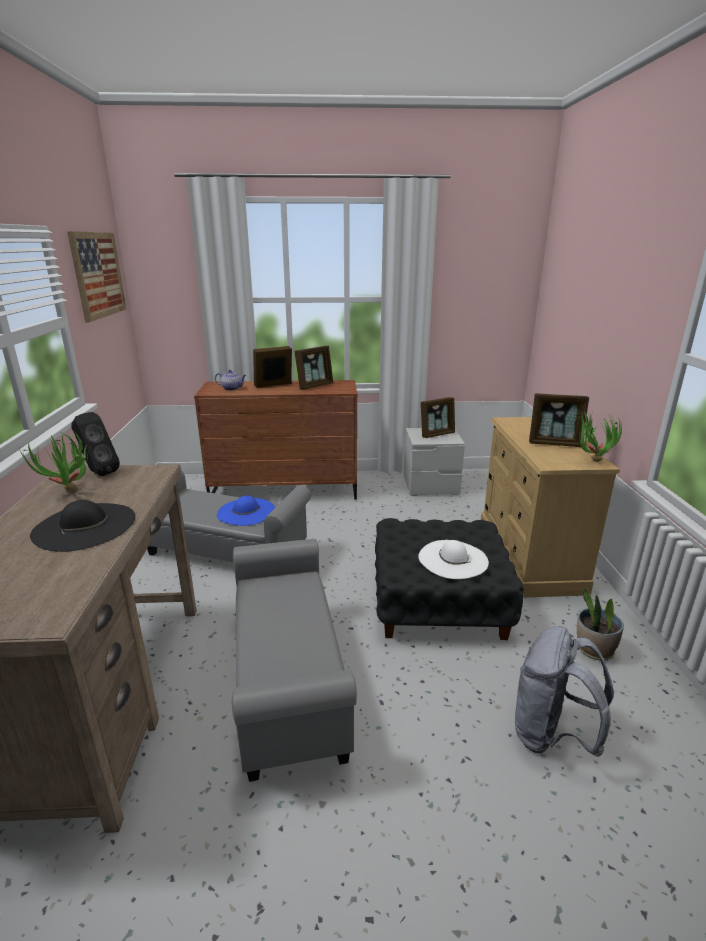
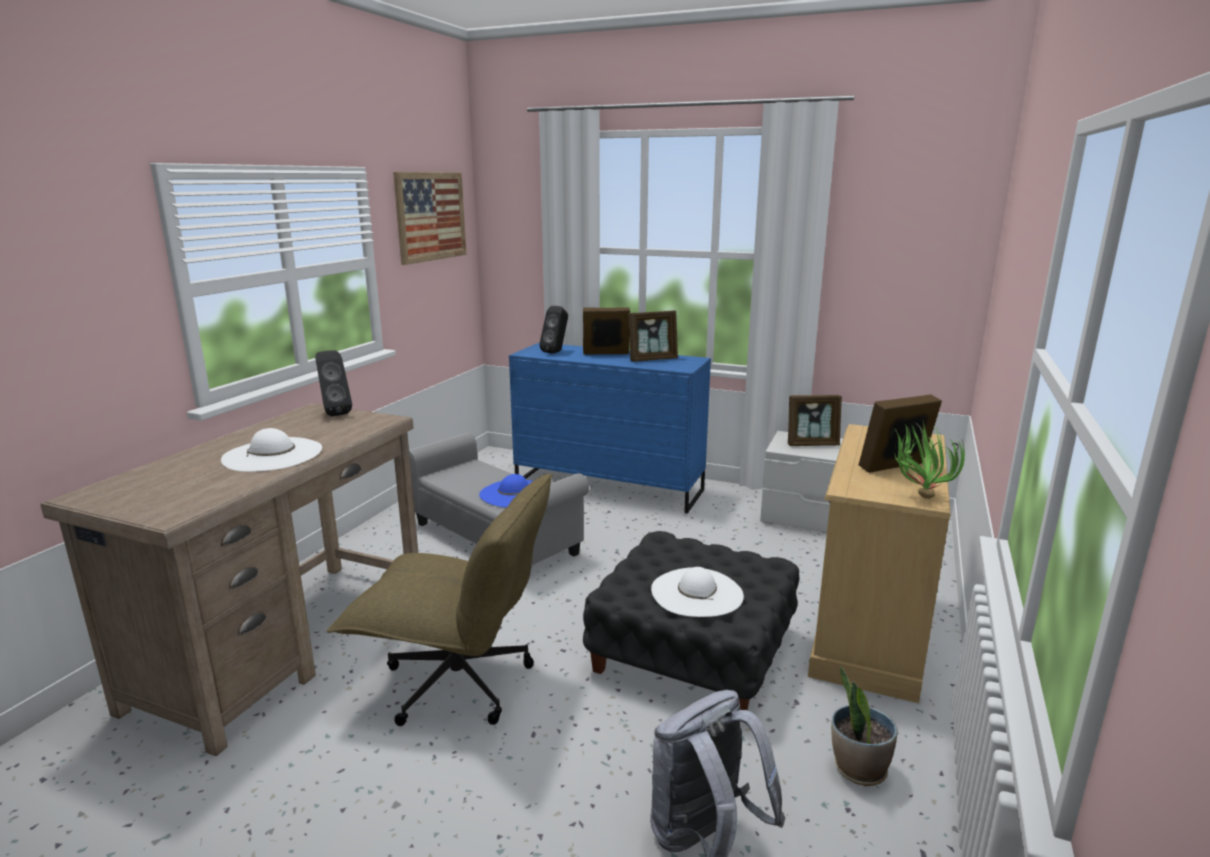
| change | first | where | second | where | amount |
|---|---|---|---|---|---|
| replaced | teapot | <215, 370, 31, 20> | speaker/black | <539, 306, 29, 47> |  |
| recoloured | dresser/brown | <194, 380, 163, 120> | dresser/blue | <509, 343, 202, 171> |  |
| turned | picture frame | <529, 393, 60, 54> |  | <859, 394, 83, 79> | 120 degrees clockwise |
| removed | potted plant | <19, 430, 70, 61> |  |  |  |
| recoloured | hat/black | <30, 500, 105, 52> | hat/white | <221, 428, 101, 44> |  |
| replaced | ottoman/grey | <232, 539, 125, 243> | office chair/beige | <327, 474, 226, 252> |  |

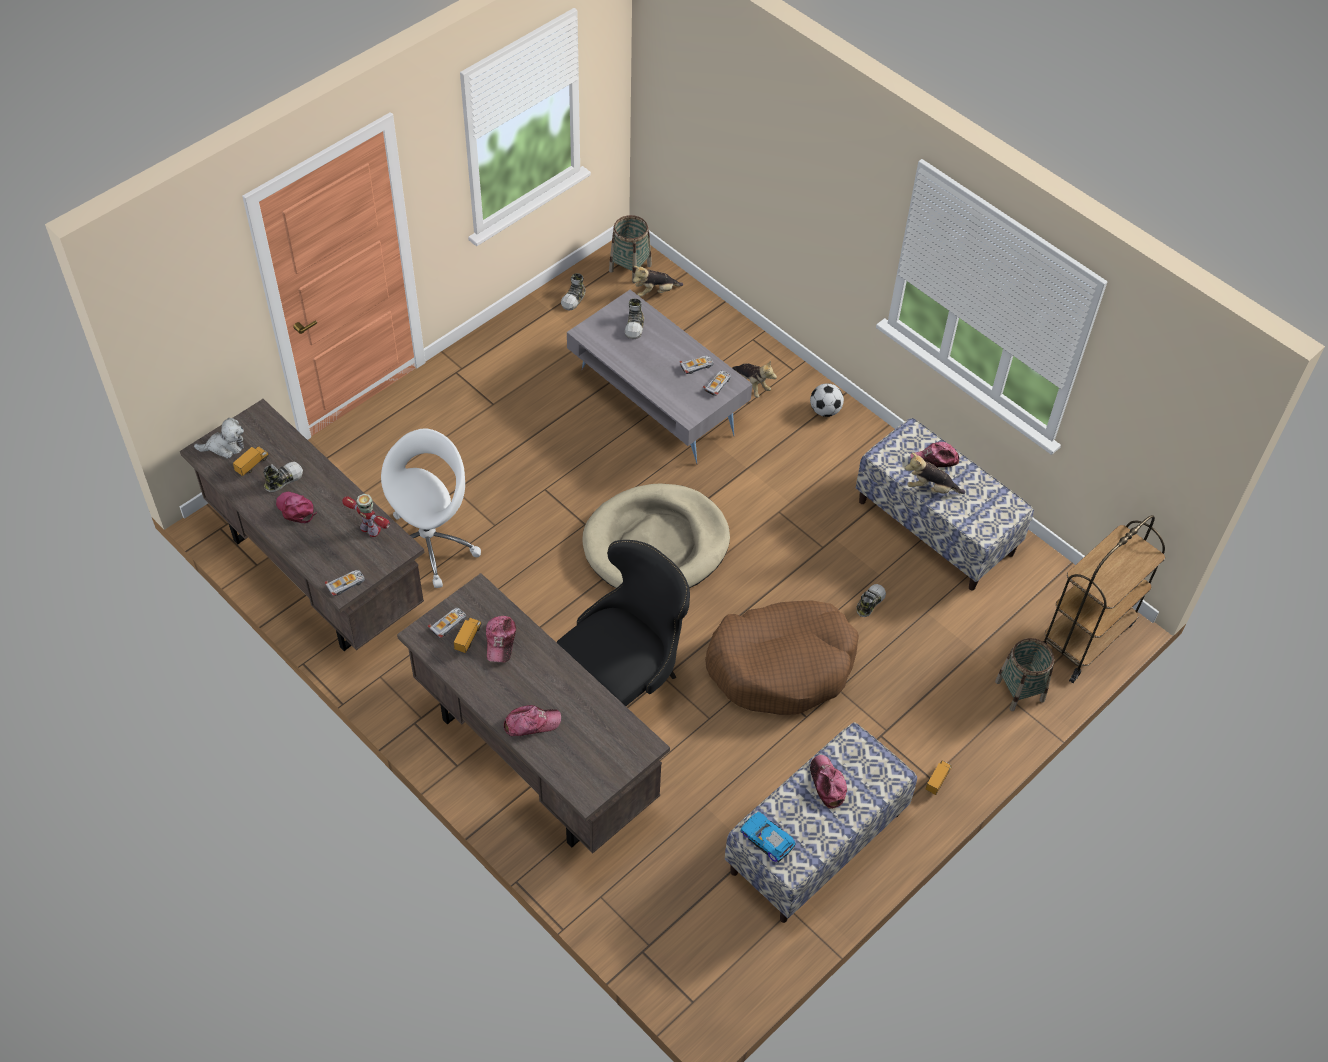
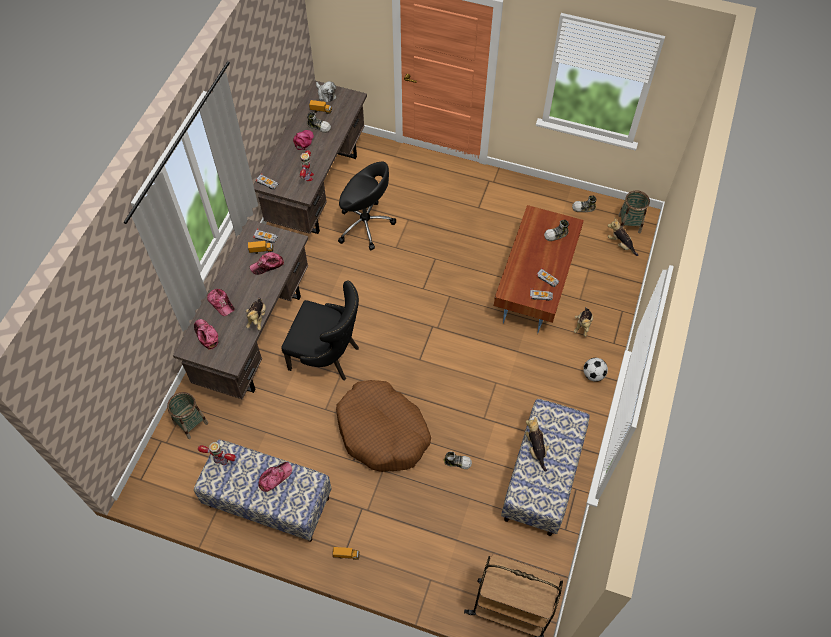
| change | first | where | second | where | amount |
|---|---|---|---|---|---|
| recoloured | coffee table/grey | <567, 290, 185, 174> | coffee table/brown | <494, 205, 90, 129> |  |
| recoloured | office chair/white | <381, 429, 100, 159> | office chair/black | <338, 161, 58, 90> |  |
| moved | cap | <910, 442, 49, 25> |  | <194, 319, 25, 31> |  |
| removed | dog bed/beige | <582, 483, 148, 105> |  |  |  |
| moved | basket | <995, 638, 59, 73> |  | <167, 392, 41, 47> |  |
| replaced | toy car | <740, 812, 56, 51> | toy robot | <198, 442, 38, 23> |  |
| added |  |  | plush toy | <246, 298, 20, 32> |  |

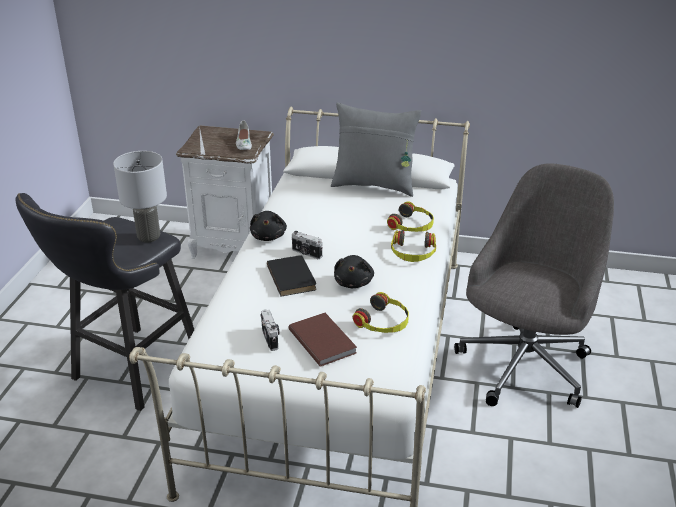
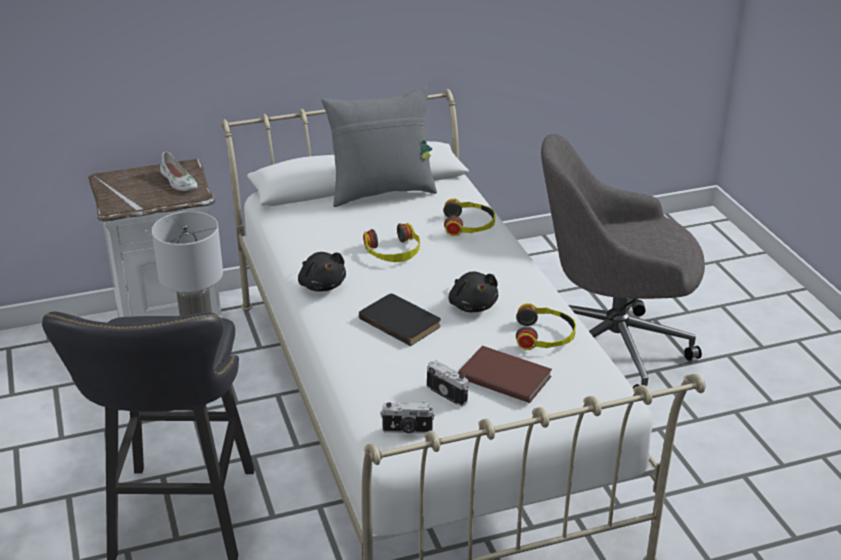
| change | first | where | second | where | amount |
|---|---|---|---|---|---|
| turned | office chair/grey | <454, 163, 160, 245> |  | <541, 134, 164, 267> | 90 degrees counterclockwise |
| moved | headphones | <391, 230, 45, 32> |  | <363, 223, 57, 39> |  |
| moved | photo camera | <292, 231, 31, 28> |  | <380, 402, 55, 32> |  |

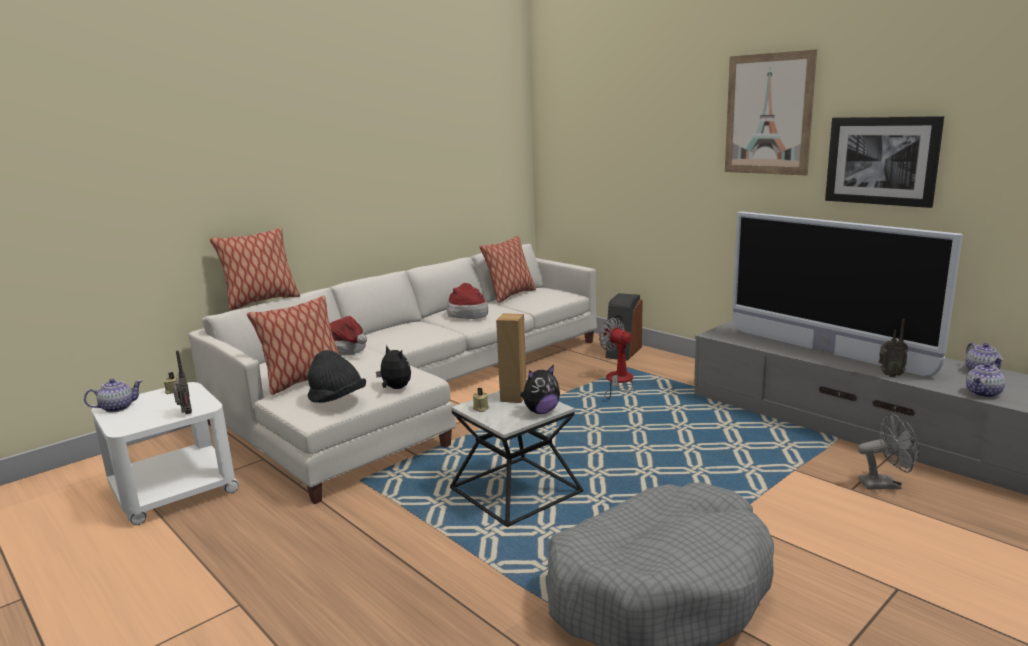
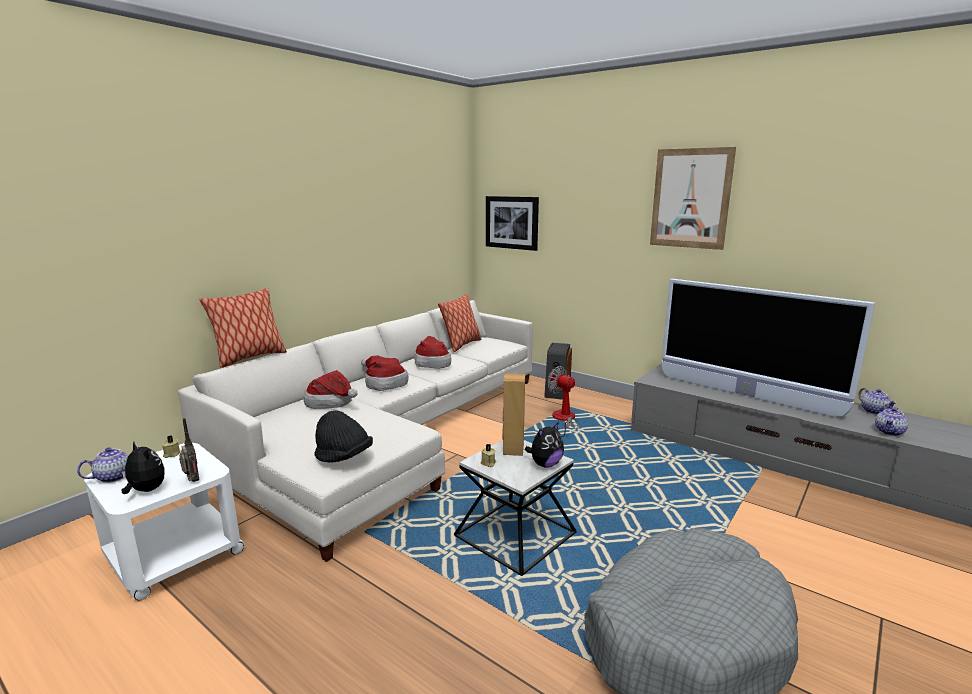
| change | first | where | second | where | amount |
|---|---|---|---|---|---|
| moved | picture | <825, 116, 119, 92> |  | <486, 196, 53, 55> |  |
| removed | pillow | <247, 296, 92, 99> |  |  |  |
| removed | radio | <879, 319, 29, 58> |  |  |  |
| moved | plush toy | <376, 345, 35, 44> |  | <122, 442, 43, 52> |  |
| removed | fan/grey | <858, 413, 61, 77> |  |  |  |
| added |  |  | hat | <361, 356, 48, 35> |  |

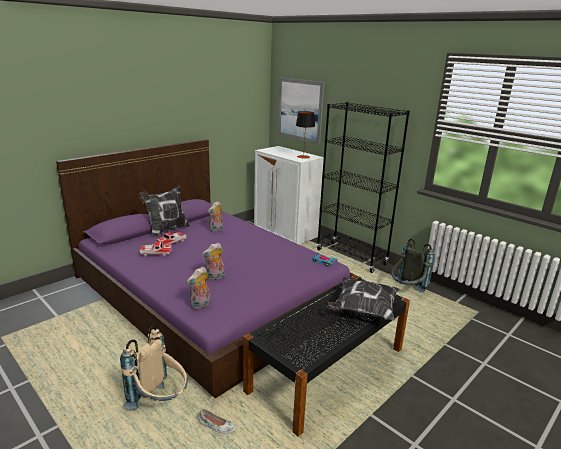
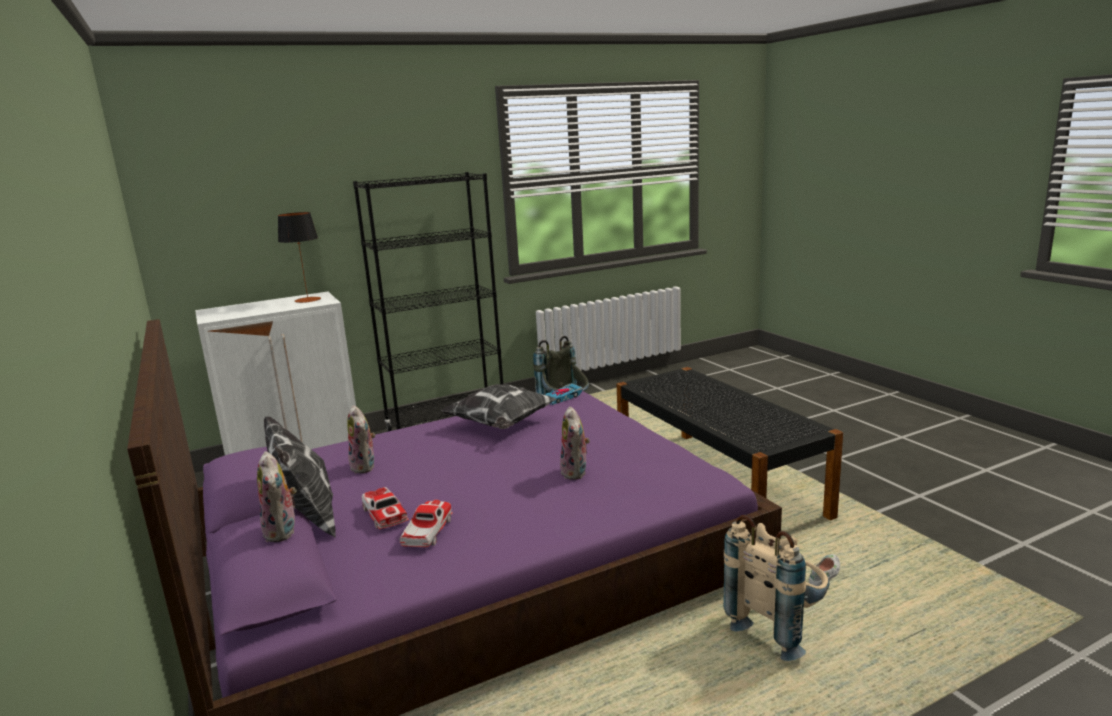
| change | first | where | second | where | amount |
|---|---|---|---|---|---|
| removed | picture | <278, 78, 46, 66> |  |  |  |
| moved | plush toy | <187, 267, 23, 42> |  | <257, 451, 40, 91> |  |
| moved | pillow | <327, 277, 73, 44> |  | <441, 384, 115, 45> |  |

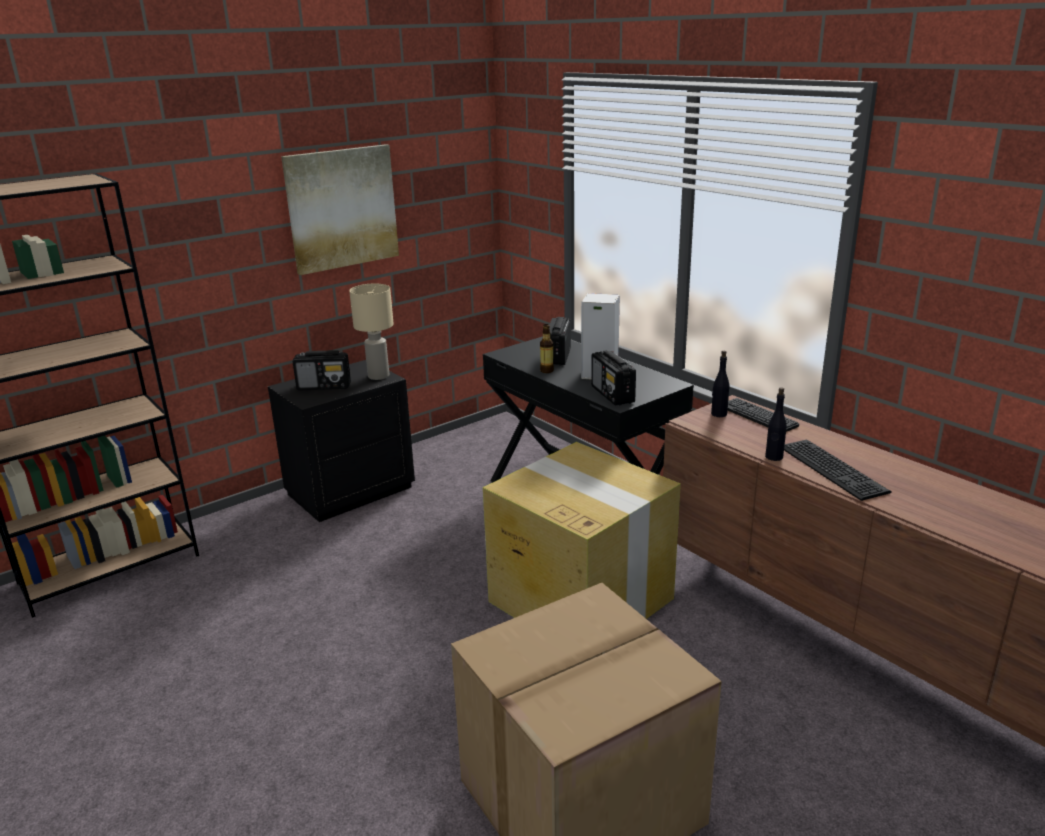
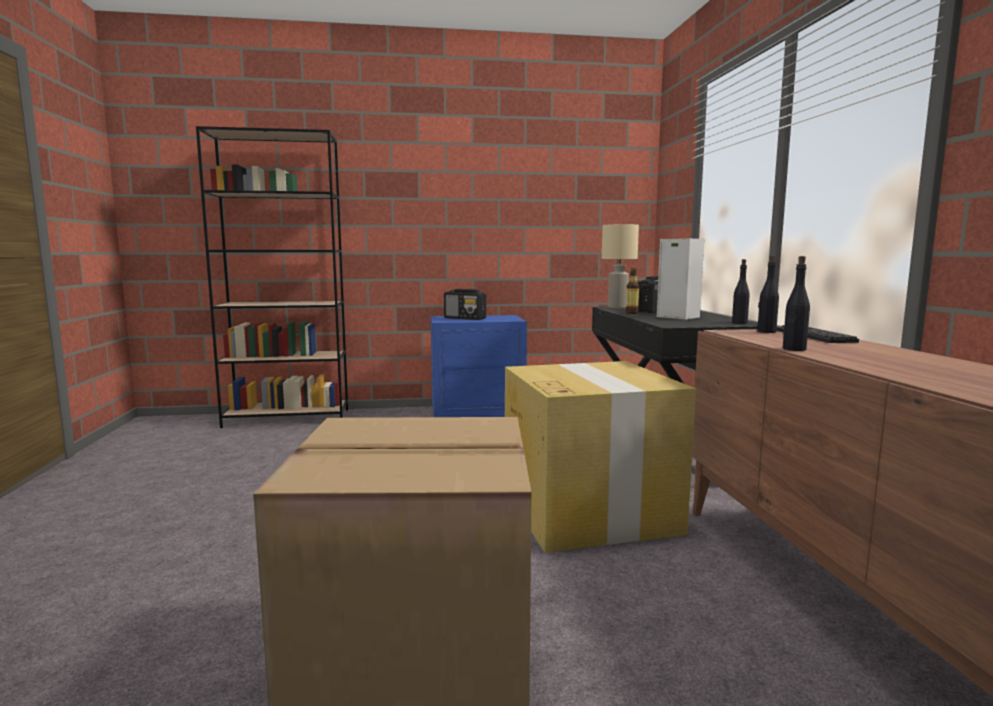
| change | first | where | second | where | amount |
|---|---|---|---|---|---|
| removed | picture | <281, 144, 118, 131> |  |  |  |
| moved | table lamp/beige | <349, 284, 45, 96> |  | <602, 224, 37, 84> |  |
| removed | radio | <591, 350, 45, 56> |  |  |  |
| recoloured | nightstand/black | <268, 360, 147, 162> | nightstand/blue | <431, 315, 96, 102> |  |
| removed | keyboard | <784, 440, 108, 61> |  |  |  |
| added |  |  | bottle/black | <732, 259, 18, 65> |  |

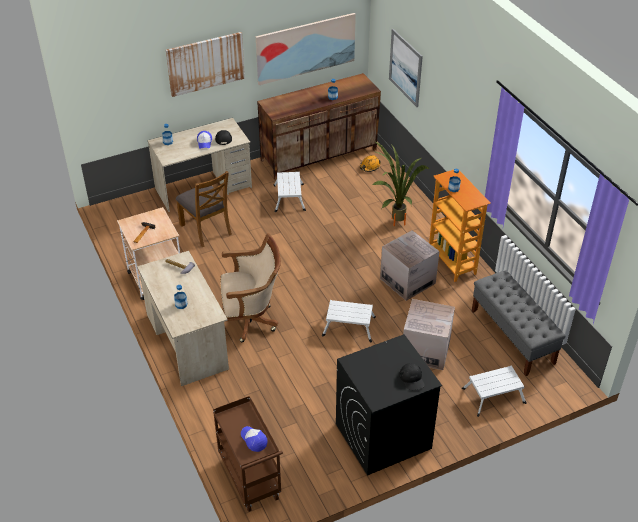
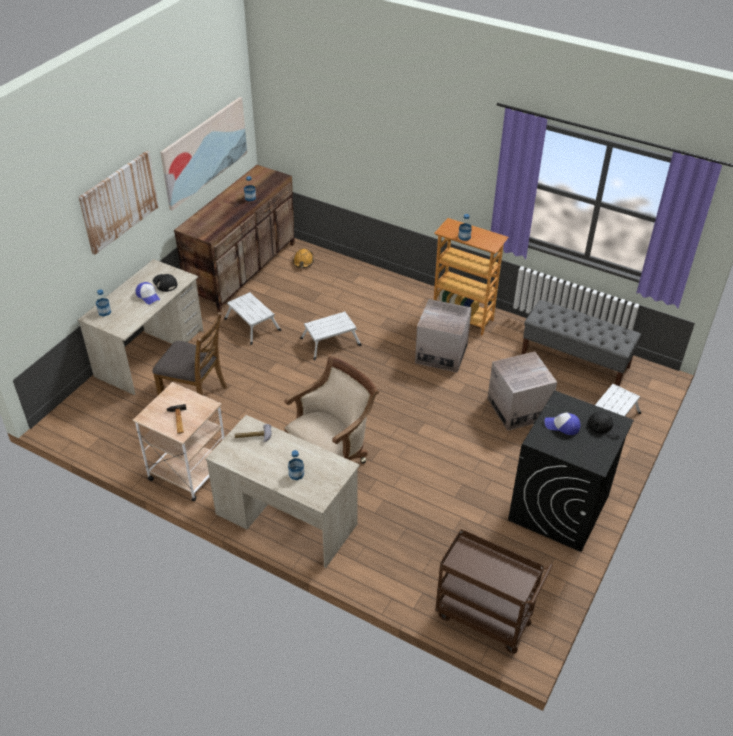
| change | first | where | second | where | amount |
|---|---|---|---|---|---|
| removed | picture | <389, 29, 34, 78> |  |  |  |
| removed | potted plant | <371, 141, 58, 85> |  |  |  |
| moved | step ladder/white | <322, 300, 54, 42> |  | <300, 311, 62, 49> |  |
| moved | cap | <241, 426, 27, 26> |  | <545, 412, 35, 23> |  |

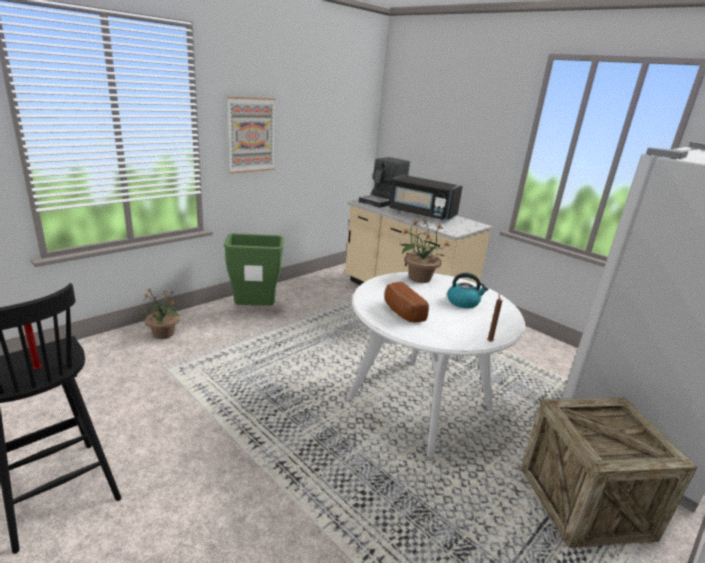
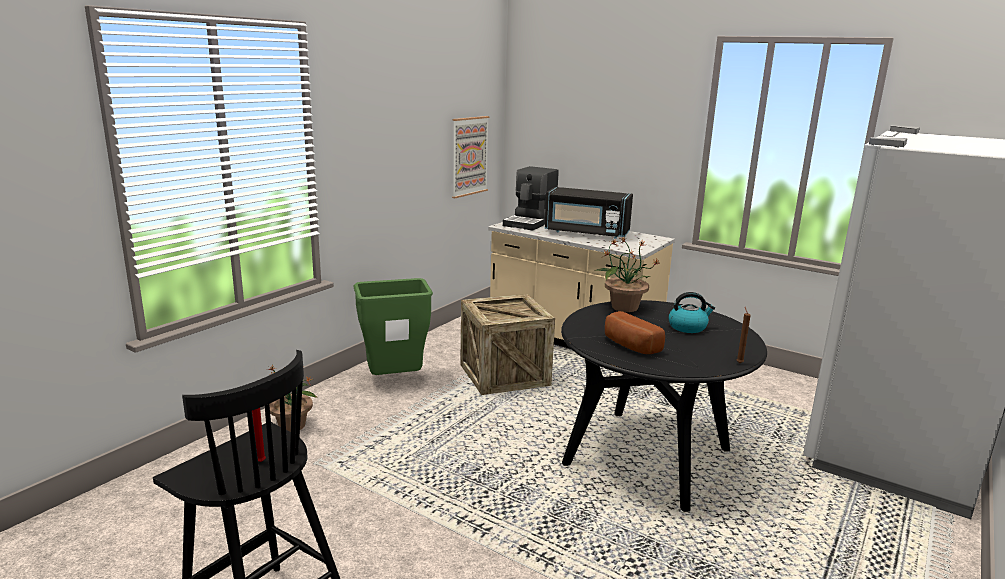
| change | first | where | second | where | amount |
|---|---|---|---|---|---|
| moved | picture | <227, 96, 48, 77> |  | <452, 116, 38, 82> |  |
| recoloured | dining table/white | <348, 272, 177, 185> | dining table/black | <561, 300, 206, 212> |  |
| moved | crate | <521, 398, 176, 150> |  | <460, 294, 95, 101> |  |

